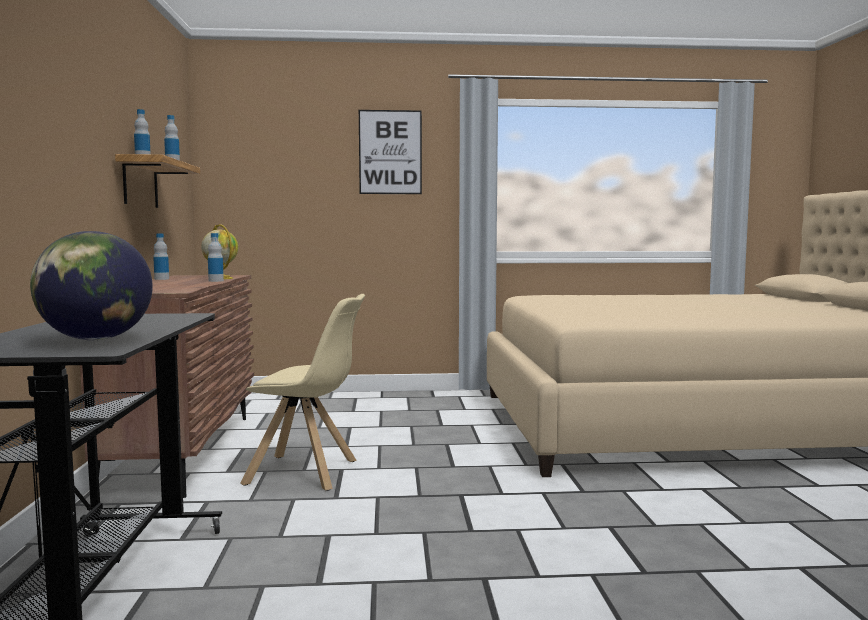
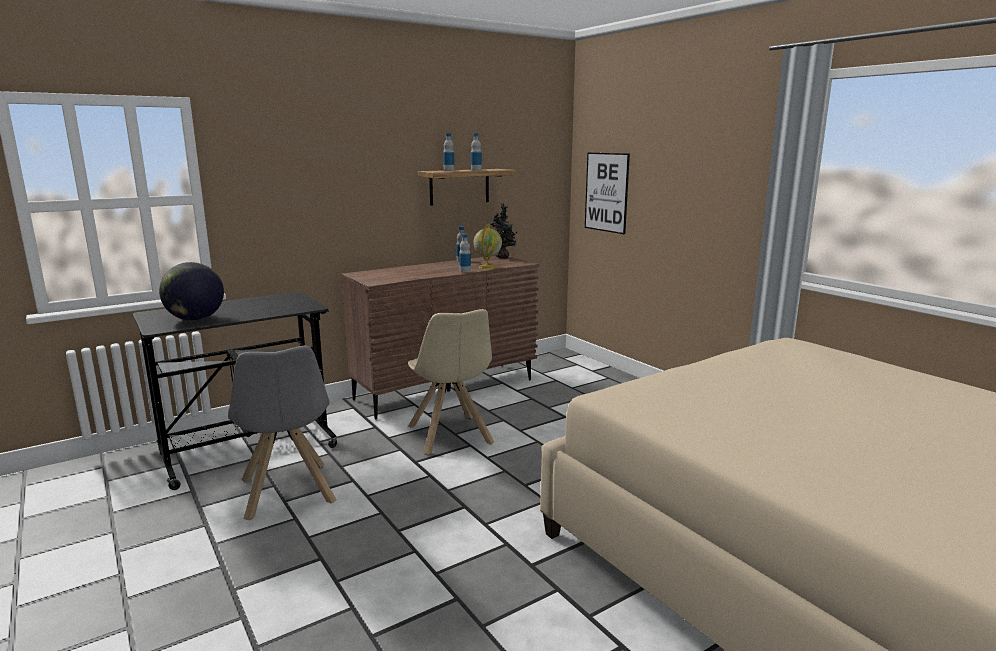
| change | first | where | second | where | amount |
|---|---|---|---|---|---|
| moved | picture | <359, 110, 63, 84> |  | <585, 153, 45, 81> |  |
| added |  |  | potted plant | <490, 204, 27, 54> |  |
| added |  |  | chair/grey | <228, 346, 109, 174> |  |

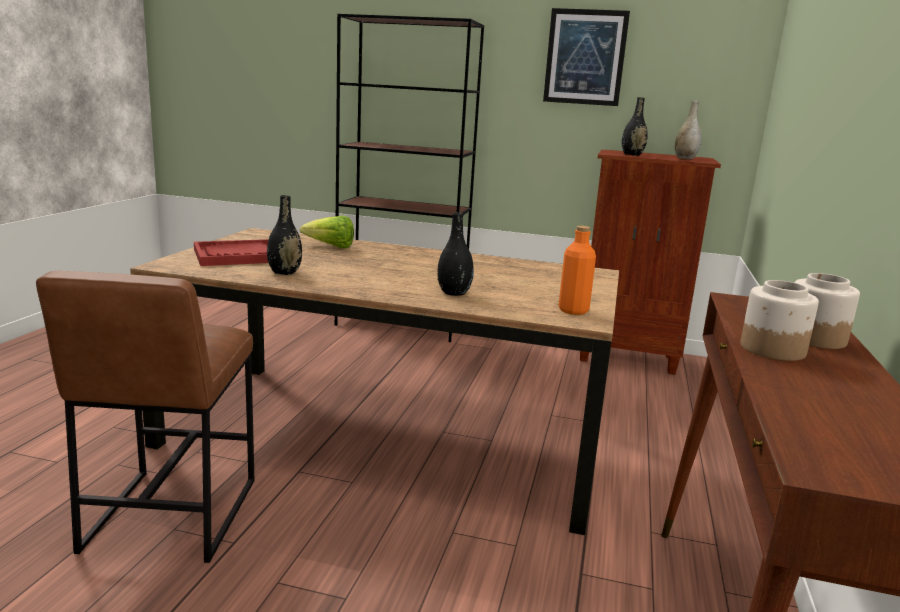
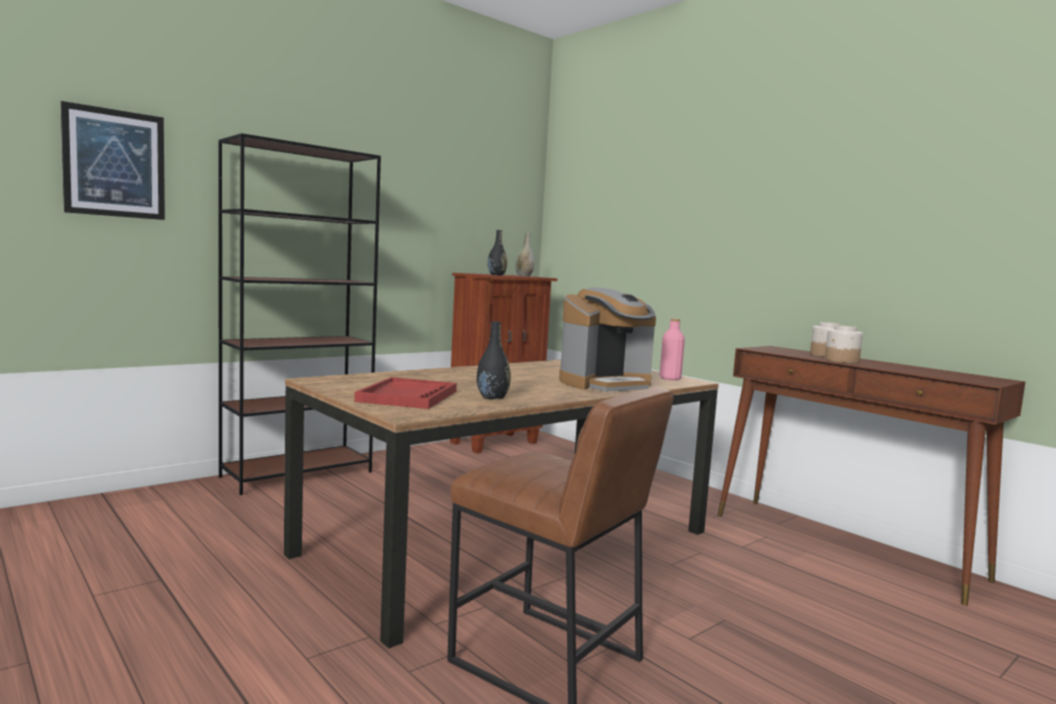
| change | first | where | second | where | amount |
|---|---|---|---|---|---|
| moved | picture | <543, 8, 87, 98> |  | <61, 101, 104, 119> |  |
| replaced | vase/black | <438, 212, 36, 84> | coffee machine | <559, 287, 97, 105> |  |
| removed | lettuce | <300, 216, 54, 32> |  |  |  |
| recoloured | bottle/orange | <559, 226, 37, 89> | bottle/pink | <660, 318, 25, 62> |  |

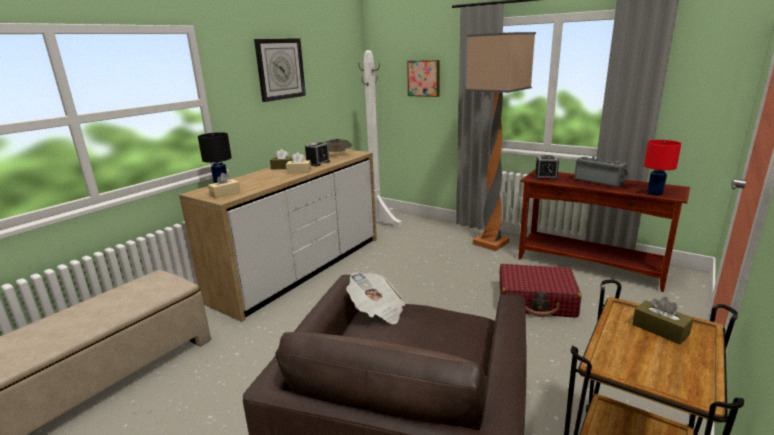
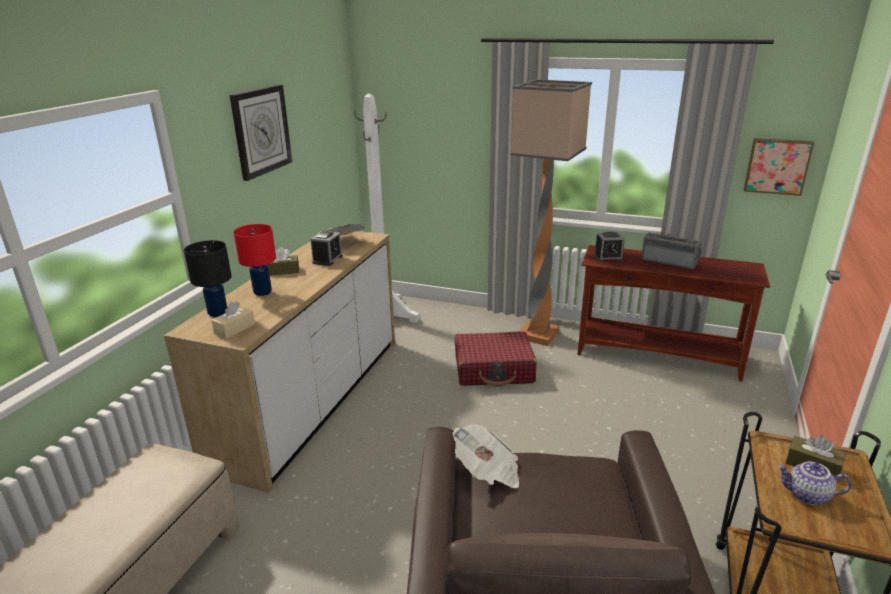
| change | first | where | second | where | amount |
|---|---|---|---|---|---|
| moved | picture | <407, 60, 33, 37> |  | <744, 138, 70, 58> |  |
| moved | table lamp/red | <644, 140, 37, 56> |  | <233, 224, 43, 72> |  |
| removed | tissue box/beige | <286, 152, 25, 22> |  |  |  |
| moved | suitcase/red | <500, 264, 82, 54> |  | <455, 331, 82, 56> |  |
| added |  |  | teapot | <777, 462, 74, 43> |  |

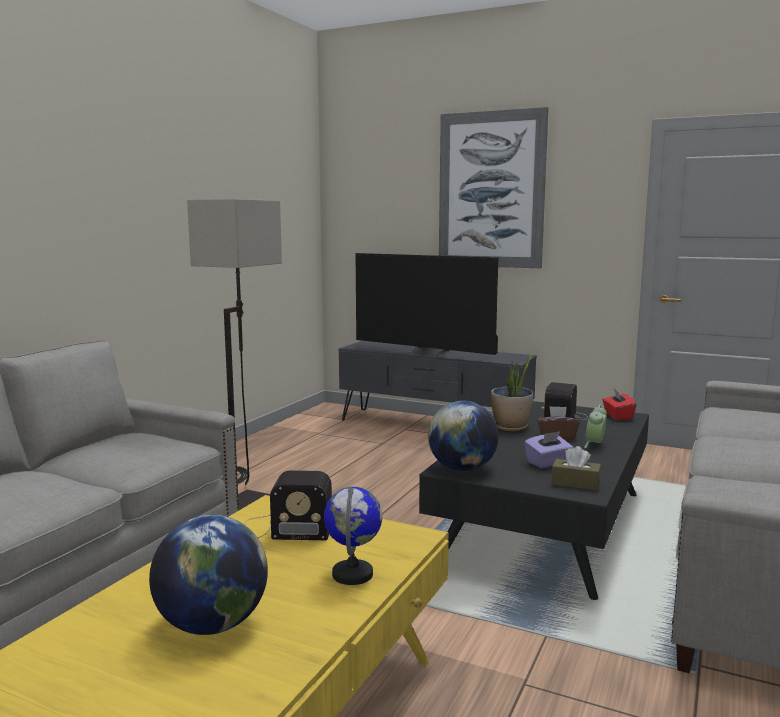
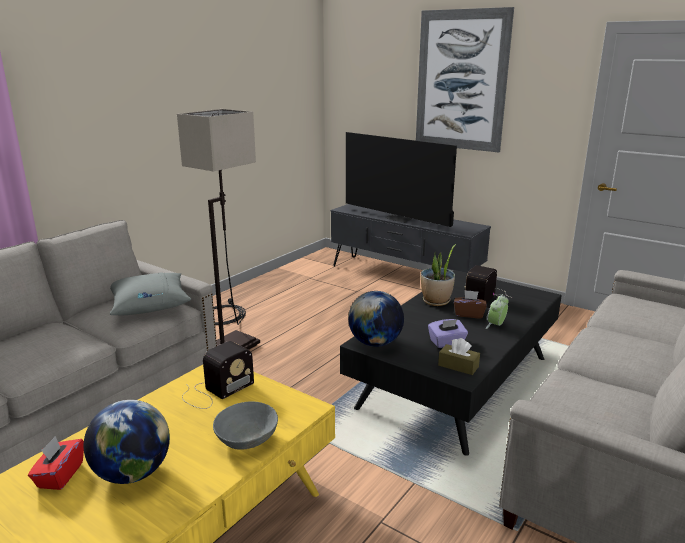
| change | first | where | second | where | amount |
|---|---|---|---|---|---|
| moved | tissue box/red | <602, 389, 35, 31> |  | <28, 436, 56, 54> |  |
| turned | radio | <244, 470, 88, 70> |  | <182, 341, 72, 68> | 60 degrees counterclockwise |
| replaced | globe | <324, 487, 58, 98> | bowl/grey | <213, 402, 65, 48> |  |
| added |  |  | pillow/grey | <110, 273, 81, 43> |  |

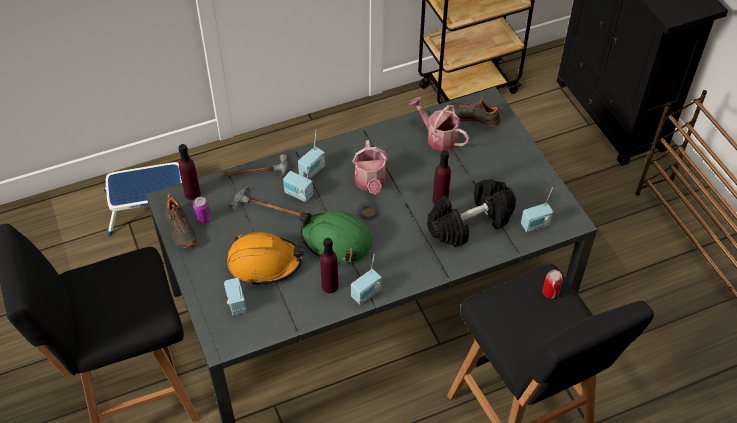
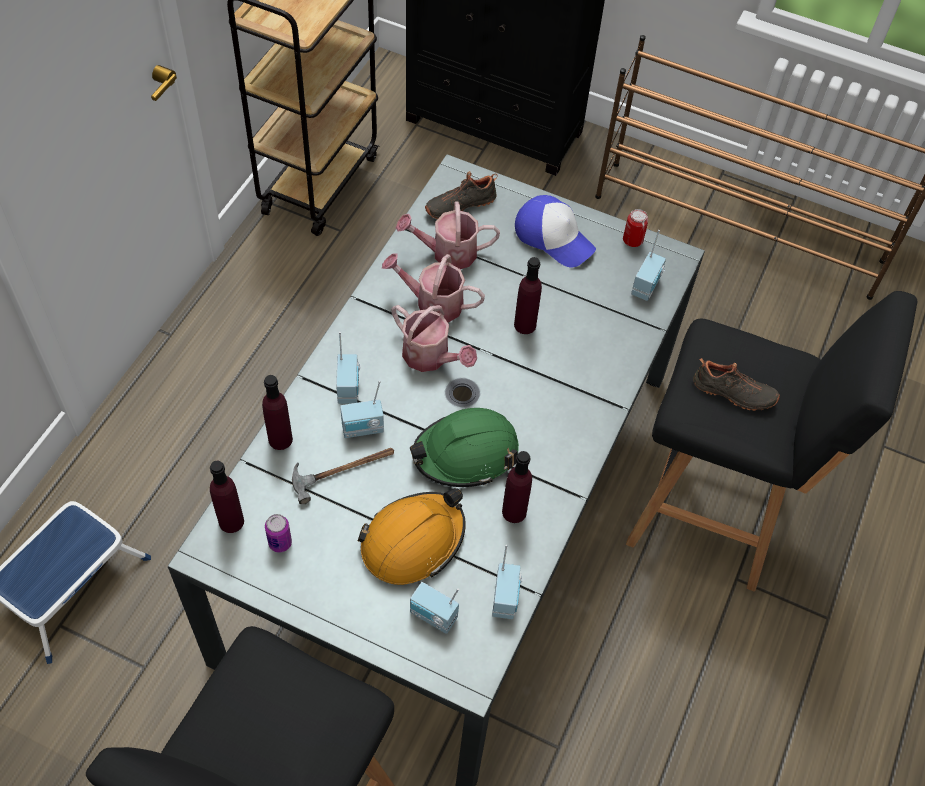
| change | first | where | second | where | amount |
|---|---|---|---|---|---|
| replaced | hammer | <220, 154, 68, 24> | bottle/purple | <262, 375, 31, 75> |  |
| removed | dumbbell/black | <427, 179, 89, 68> |  |  |  |
| moved | shoe/black | <165, 194, 32, 54> |  | <693, 358, 87, 53> |  |
| moved | radio | <351, 254, 31, 51> |  | <492, 545, 31, 74> |  |
| moved | can | <542, 270, 21, 29> |  | <623, 209, 25, 38> |  |
| added |  |  | cap | <515, 195, 81, 72> |  |
| added |  |  | watering can | <382, 253, 103, 70> |  |

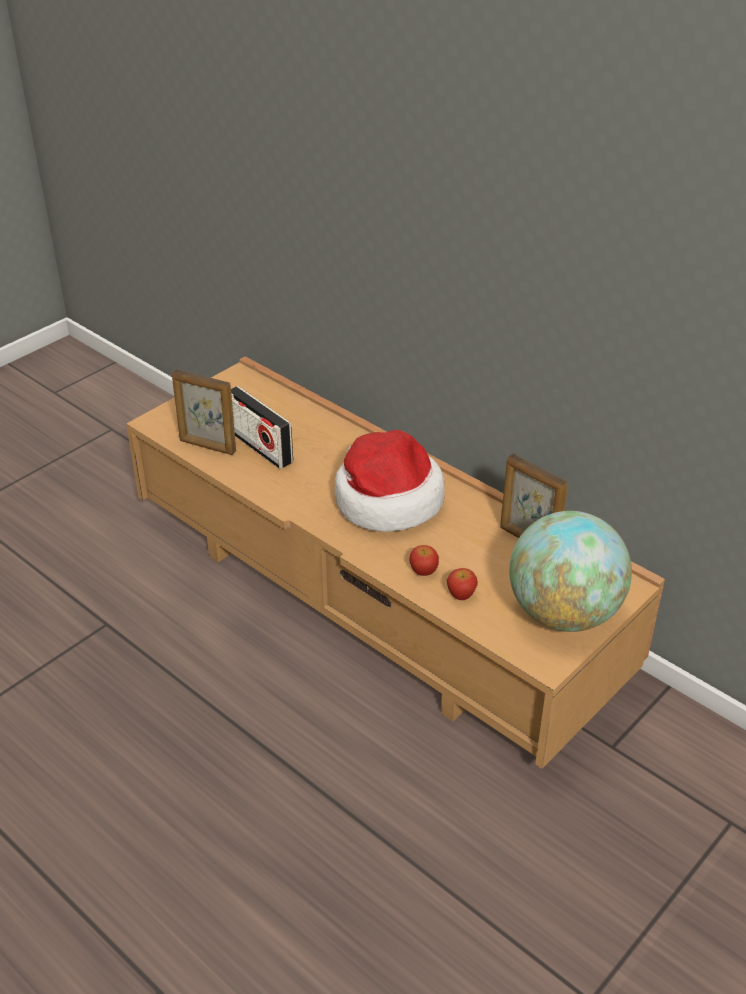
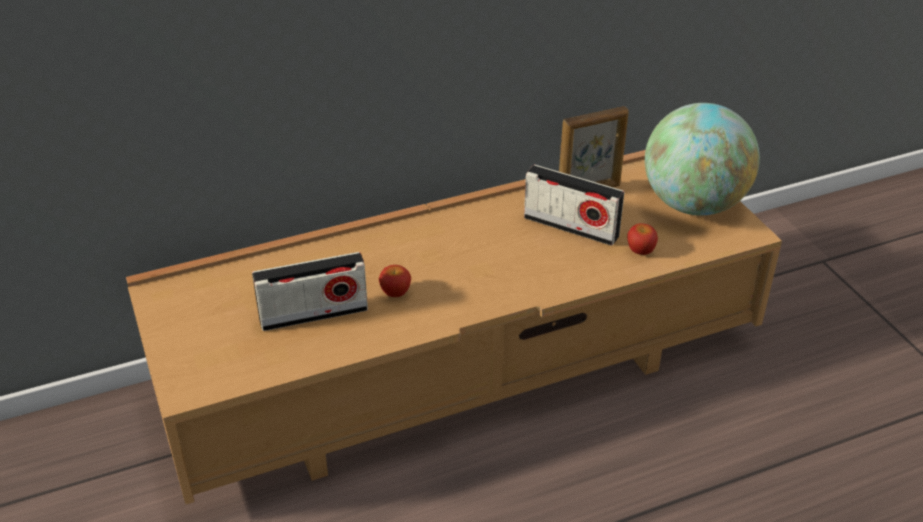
| change | first | where | second | where | amount |
|---|---|---|---|---|---|
| removed | picture frame | <172, 369, 64, 86> |  |  |  |
| removed | hat | <335, 430, 110, 102> |  |  |  |
| moved | apple | <409, 545, 30, 31> |  | <379, 265, 32, 32> |  |
| added |  |  | radio | <524, 164, 100, 82> |  |

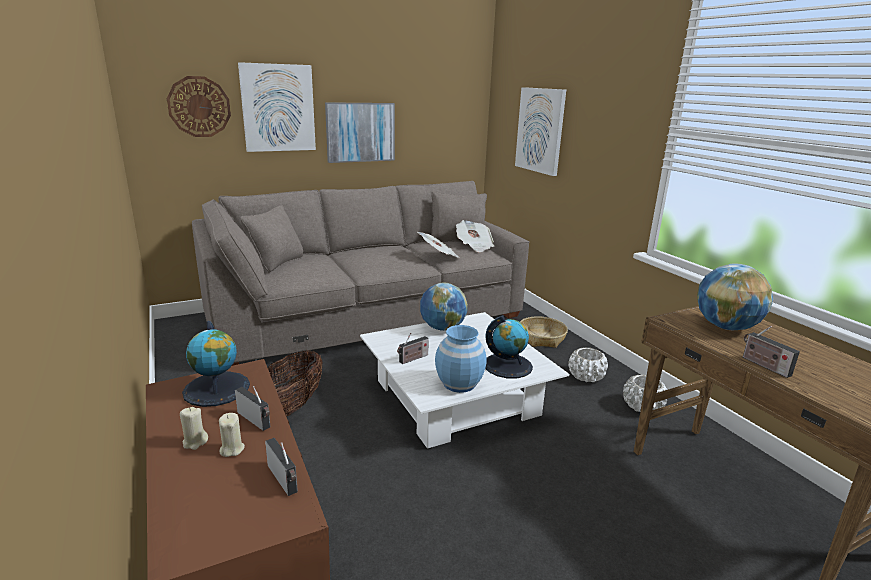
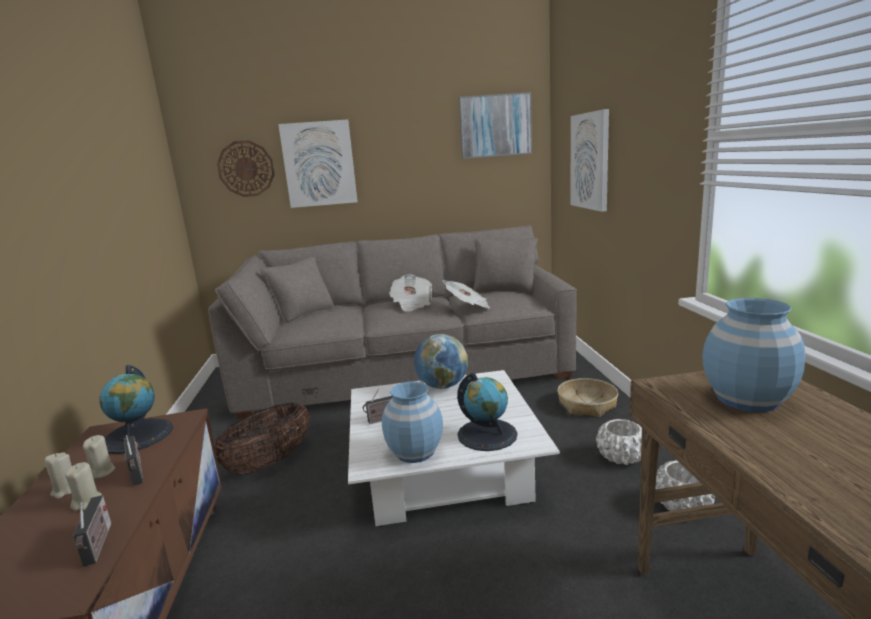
| change | first | where | second | where | amount |
|---|---|---|---|---|---|
| moved | picture | <325, 102, 70, 61> |  | <459, 92, 73, 67> |  |
| moved | newspaper | <456, 220, 38, 32> |  | <389, 274, 43, 38> |  |
| replaced | globe | <697, 264, 76, 66> | vase/blue | <702, 298, 104, 114> |  |
| removed | radio | <743, 326, 57, 52> |  |  |  |
| added |  |  | candle/beige | <83, 435, 32, 44> |  |

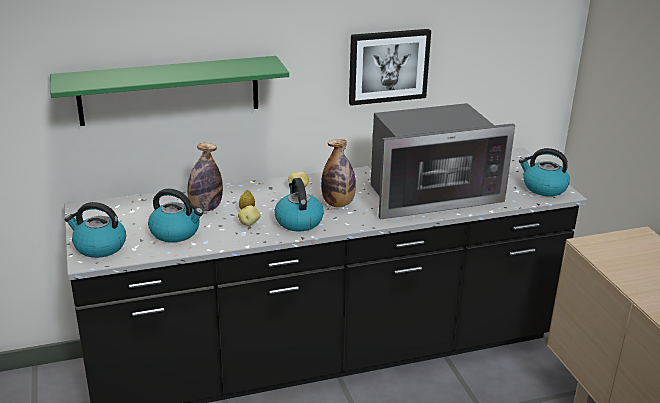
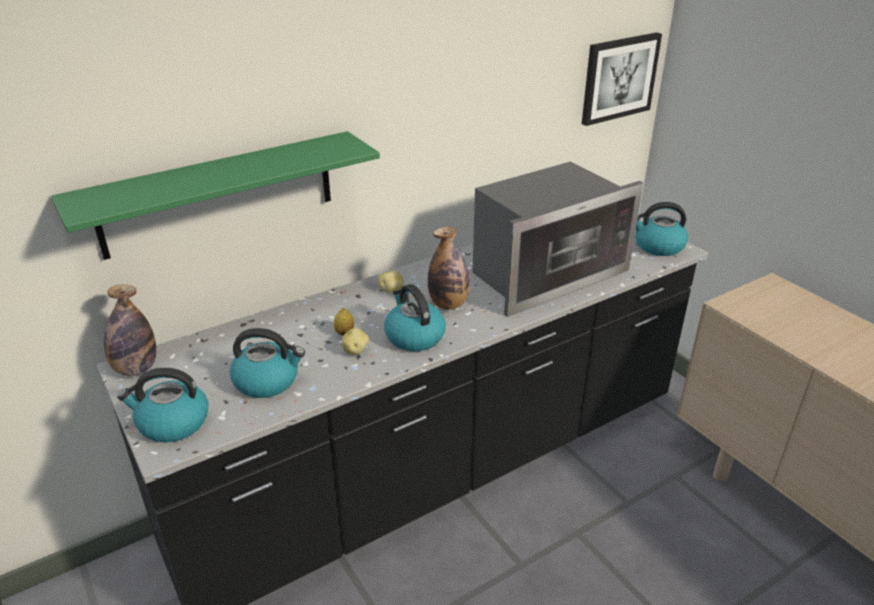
| change | first | where | second | where | amount |
|---|---|---|---|---|---|
| moved | picture | <349, 29, 82, 77> |  | <582, 32, 80, 94> |  |
| moved | bottle | <187, 143, 36, 68> |  | <104, 284, 52, 92> |  |

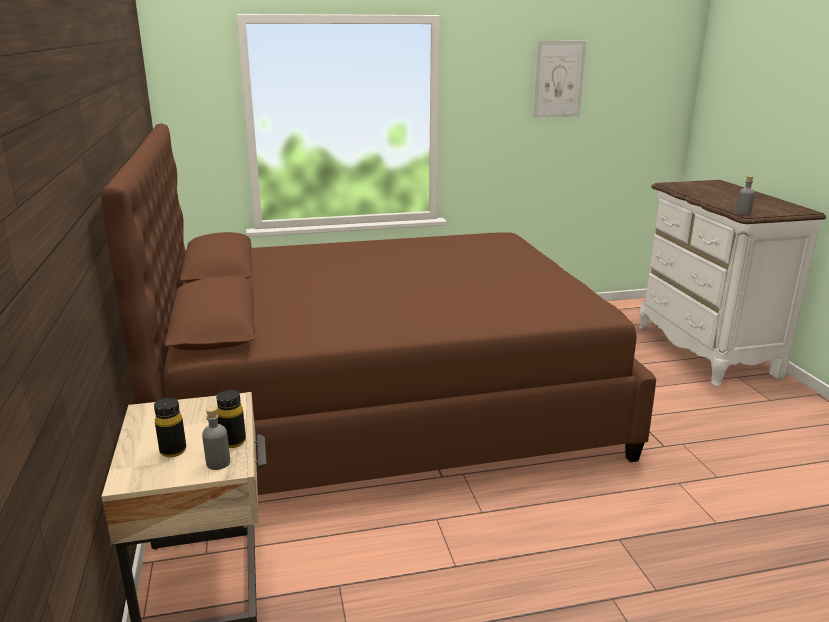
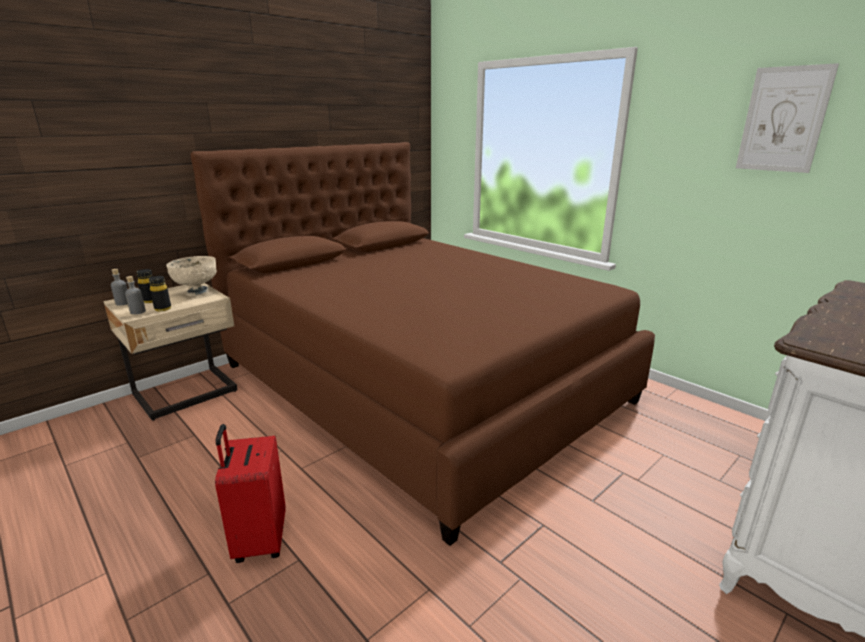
| change | first | where | second | where | amount |
|---|---|---|---|---|---|
| moved | bottle/grey | <736, 175, 19, 40> |  | <111, 269, 17, 37> |  |
| added |  |  | bowl/beige | <166, 256, 51, 40> |  |
| added |  |  | suitcase/red | <215, 424, 71, 139> |  |

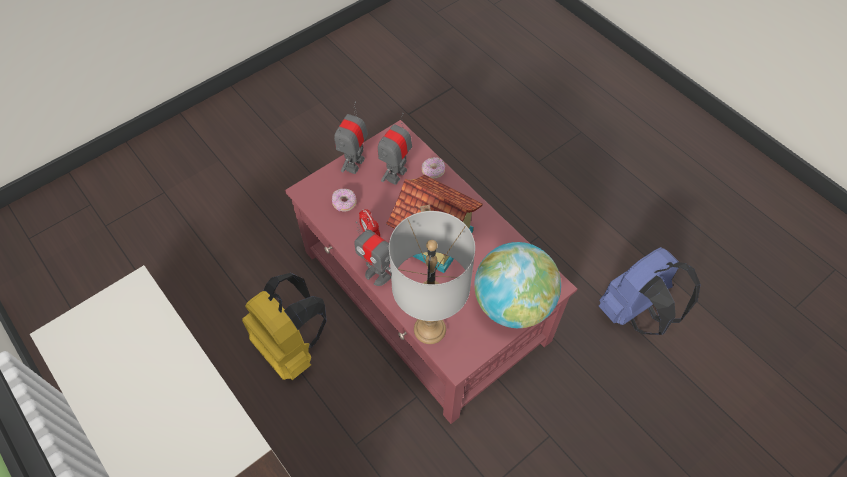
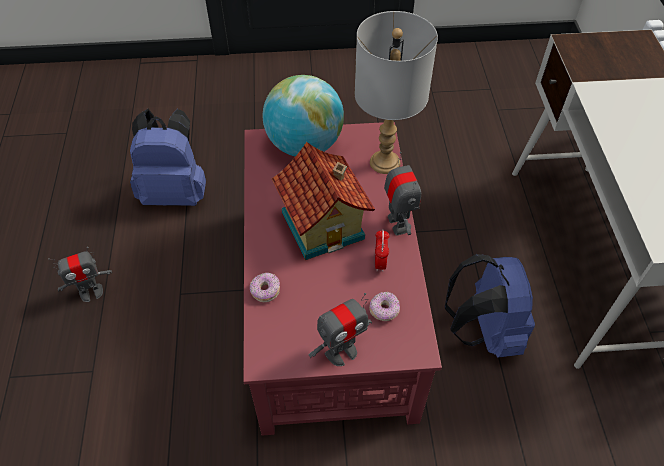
| change | first | where | second | where | amount |
|---|---|---|---|---|---|
| moved | toy robot | <378, 113, 34, 72> |  | <48, 247, 64, 55> |  |
| recoloured | backpack/yellow | <242, 273, 84, 107> | backpack/blue | <445, 254, 90, 104> |  |

